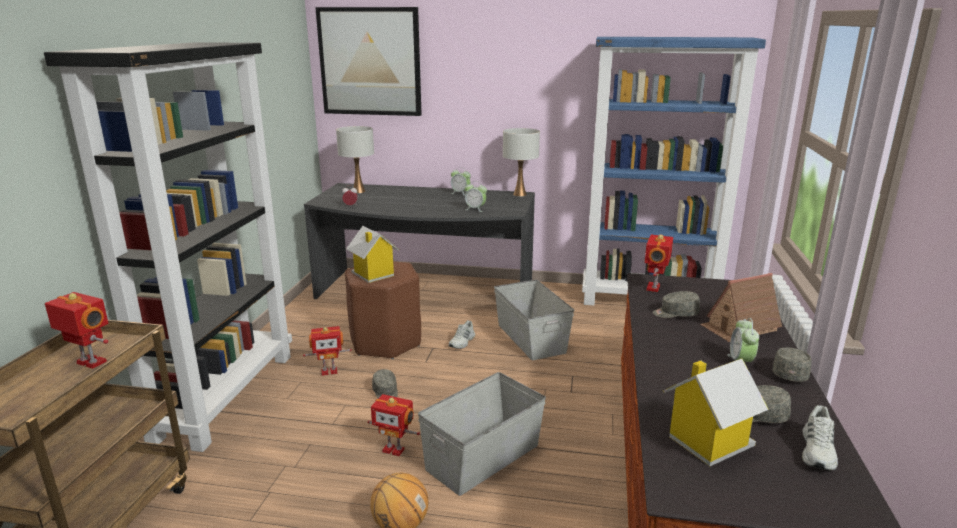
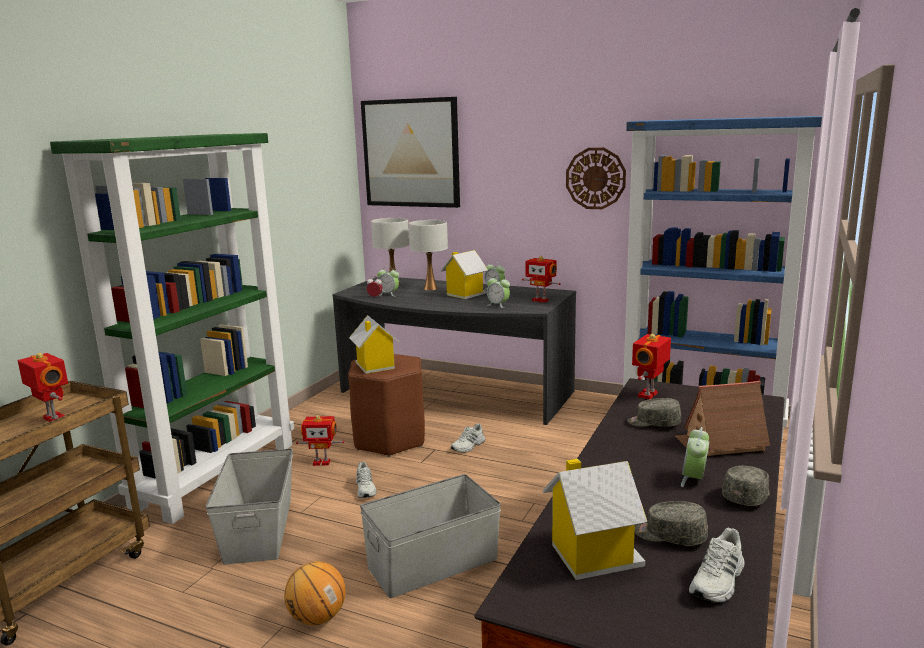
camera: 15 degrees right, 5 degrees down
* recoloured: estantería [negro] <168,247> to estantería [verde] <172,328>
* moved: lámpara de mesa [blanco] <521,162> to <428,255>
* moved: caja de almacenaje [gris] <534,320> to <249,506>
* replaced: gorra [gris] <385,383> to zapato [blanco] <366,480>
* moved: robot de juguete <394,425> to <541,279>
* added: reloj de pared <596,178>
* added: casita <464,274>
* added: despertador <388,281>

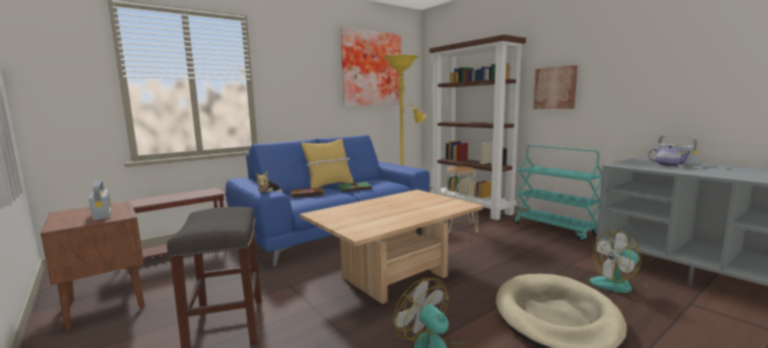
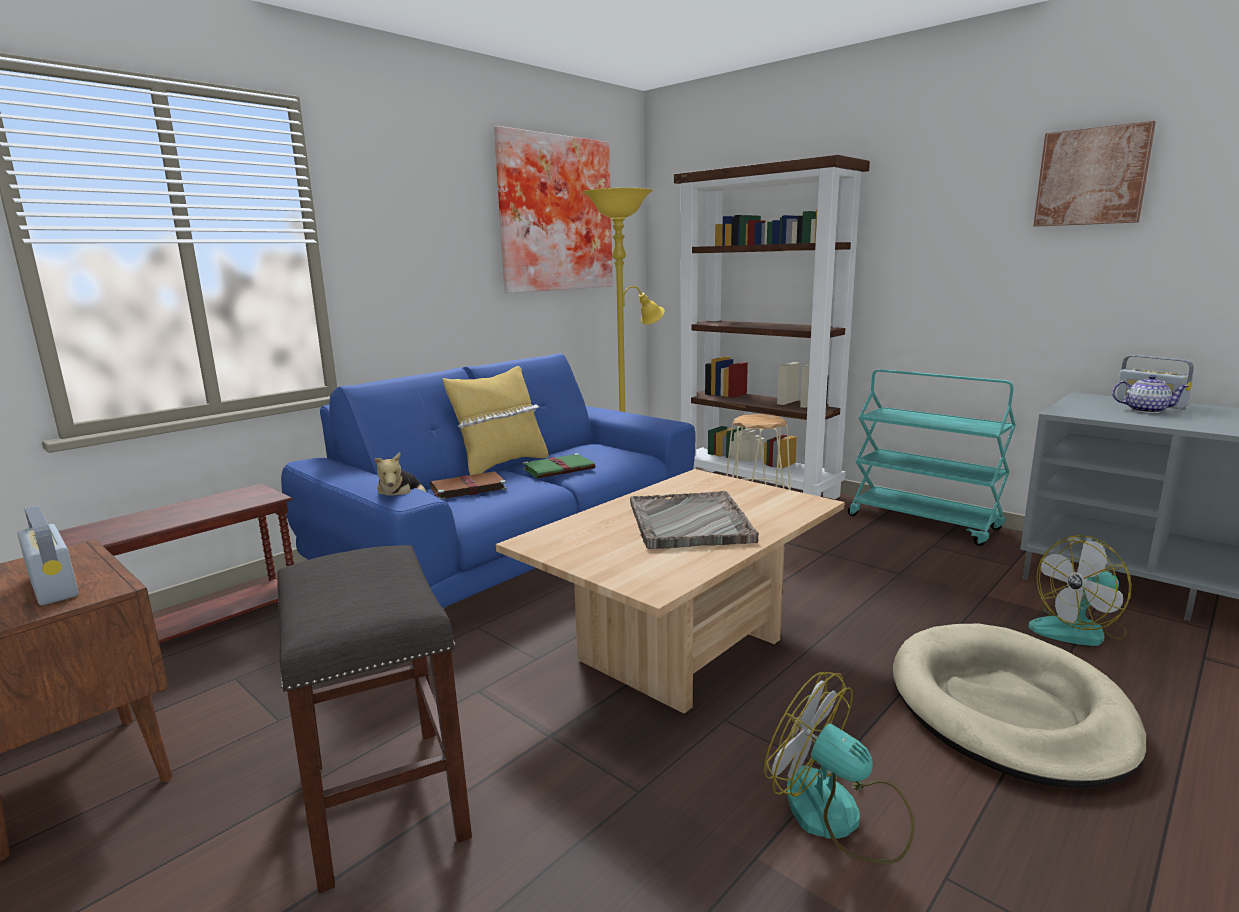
camera: 10 degrees left, 5 degrees up
* moved: cuadro <555,87> to <1094,174>
* added: bandeja [gris] <694,520>

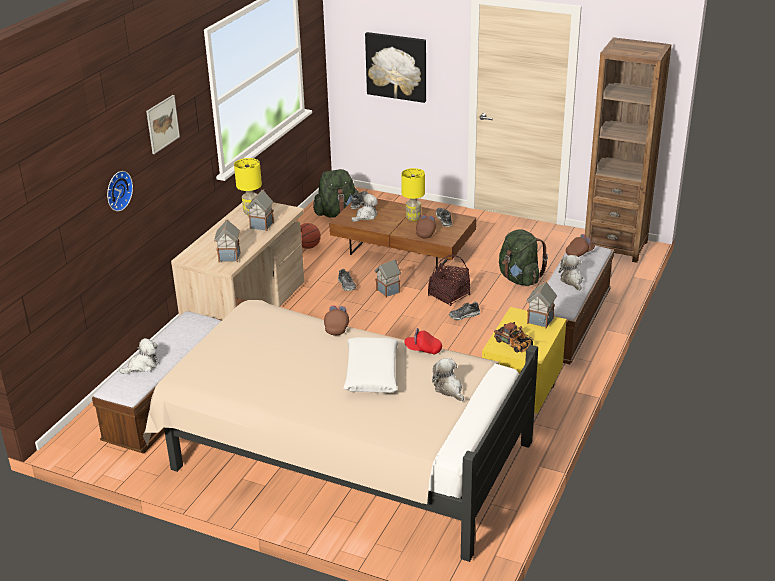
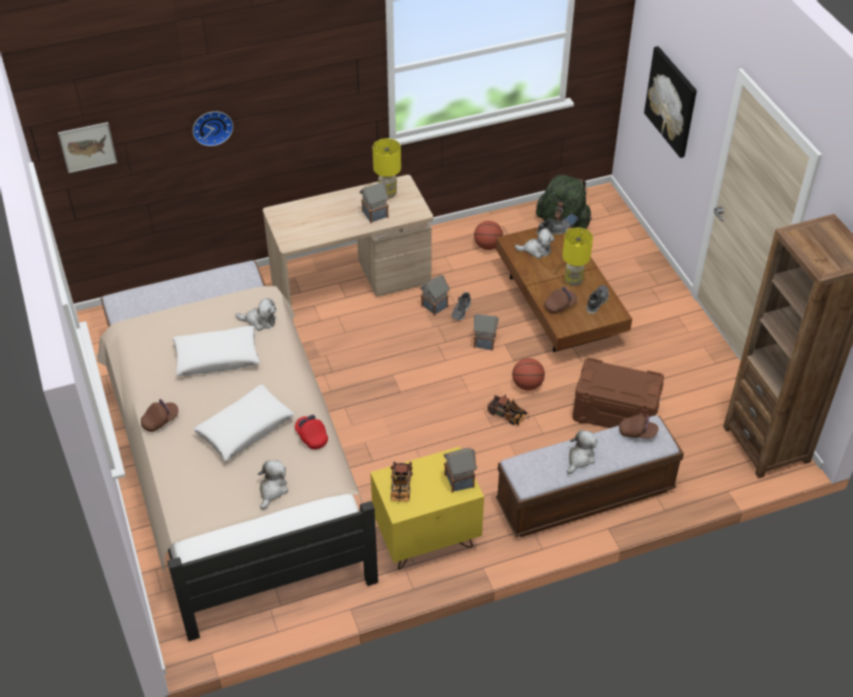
camera: 45 degrees right, 15 degrees up
* moved: cuadro <163,124> to <87,147>
* moved: casita <227,241> to <435,295>
* replaced: mochila [verde] <523,257> to caja de almacenaje [marrón] <618,393>
* replaced: cesta <449,280> to balón de baloncesto <528,374>
* replaced: zapato <464,311> to camión de juguete <508,409>
* moved: gorra [marrón] <336,320> to <159,415>
* moved: peluche <139,356> to <255,314>
* added: cojín [blanco] <216,351>

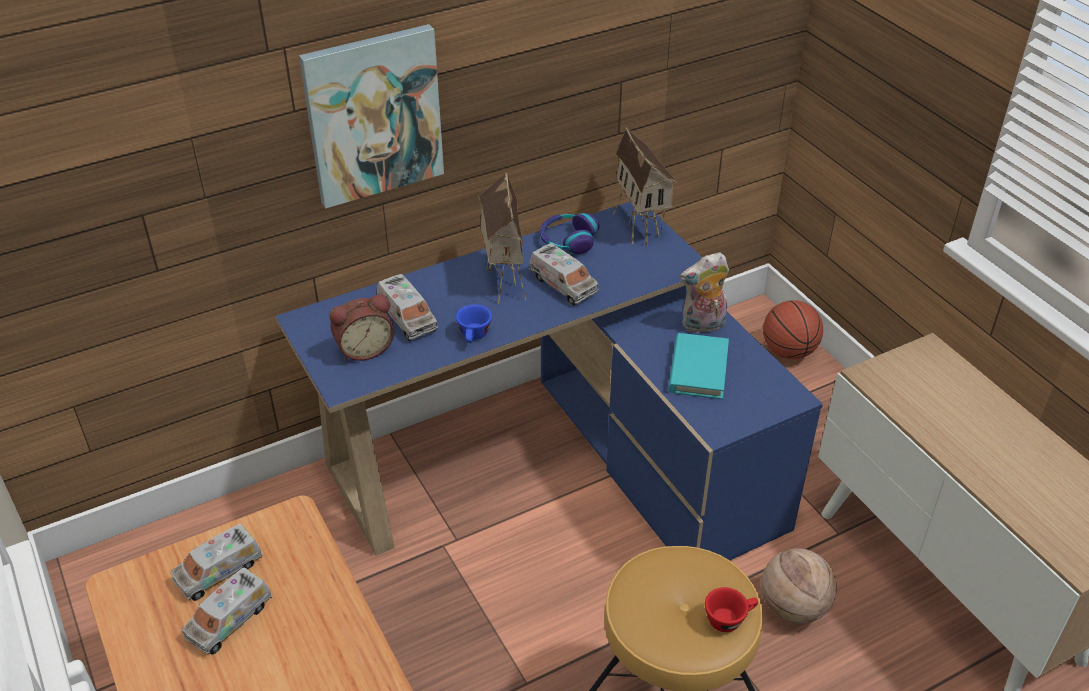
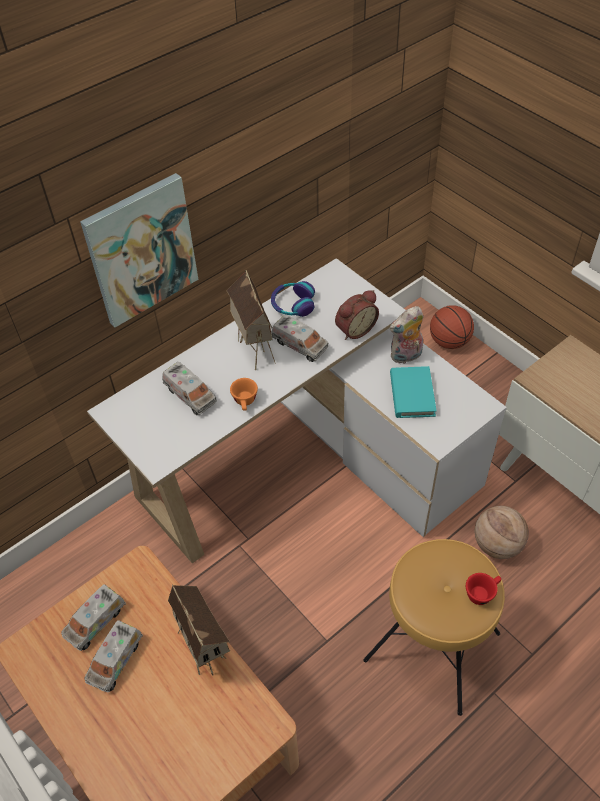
camera: 10 degrees left, 10 degrees up
* moved: casita <645,186> to <199,629>
* recoloured: escritorio [azul] <549,381> to escritorio [blanco] <297,410>
* moved: despertador <362,327> to <357,315>
* recoloured: taza [azul] <474,323> to taza [naranja] <244,394>

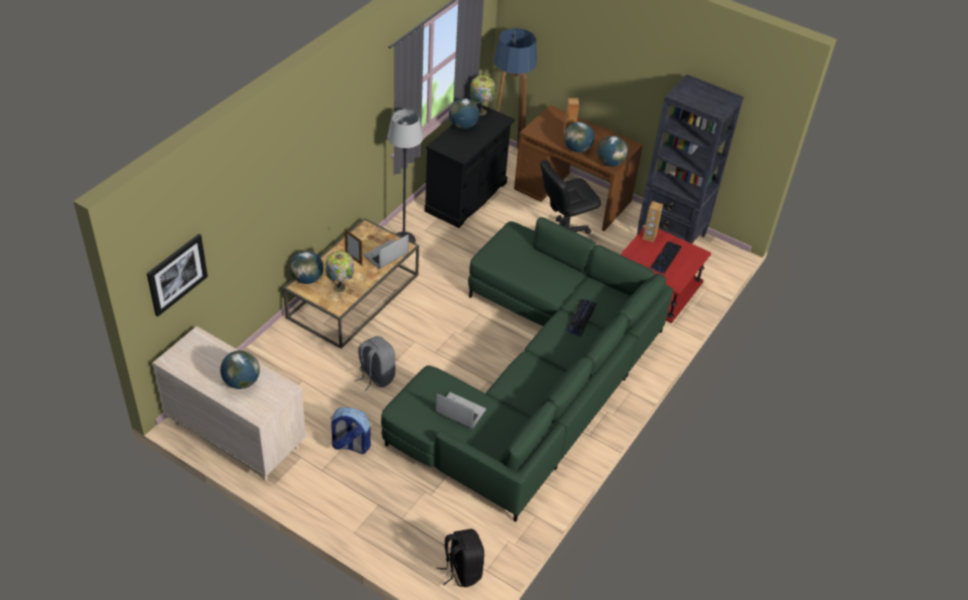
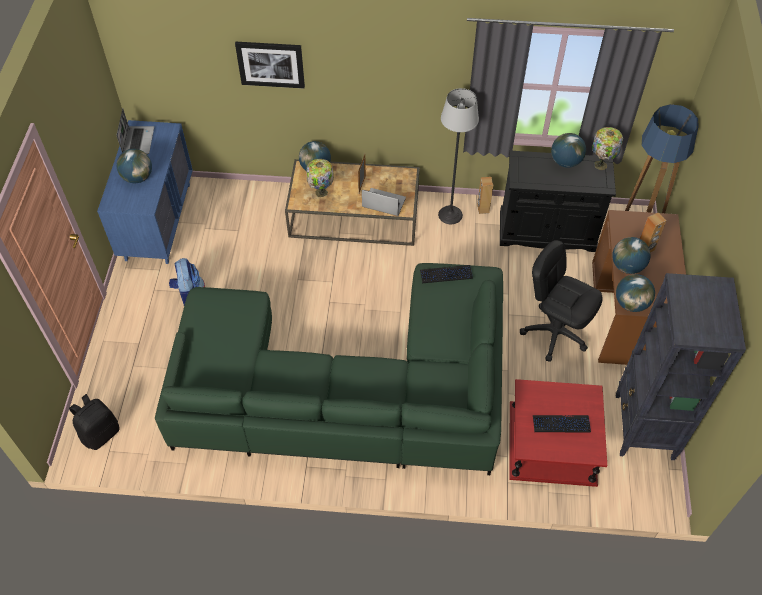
camera: 65 degrees right, 10 degrees up
* moved: altavoz [marrón] <653,221> to <485,195>
* moved: cuadro <177,275> to <270,65>
* moved: teclado <581,318> to <446,274>
* recoloured: cómoda [beis] <229,403> to cómoda [azul] <145,192>
* removed: mochila [gris] <375,363>
* moved: portátil <460,410> to <135,131>

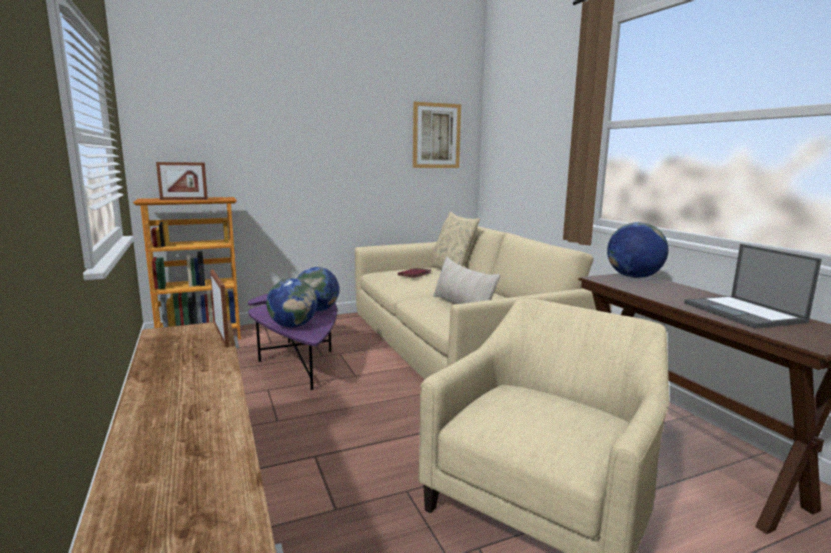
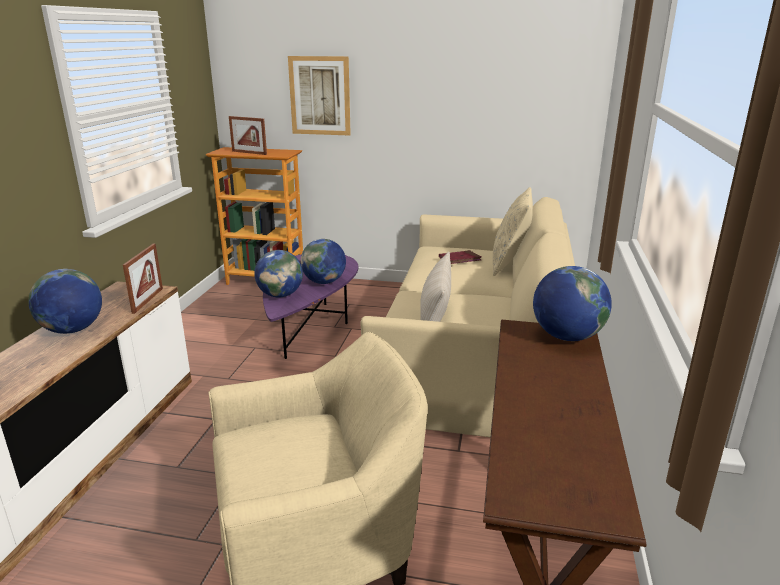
camera: 35 degrees right, 10 degrees up
* moved: cuadro <437,135> to <319,96>
* removed: portátil <753,286>
* added: globo terráqueo <65,301>

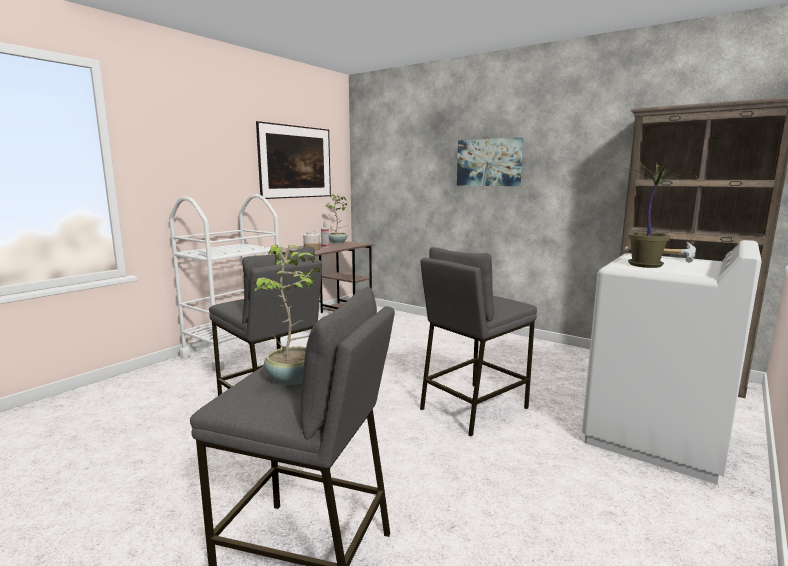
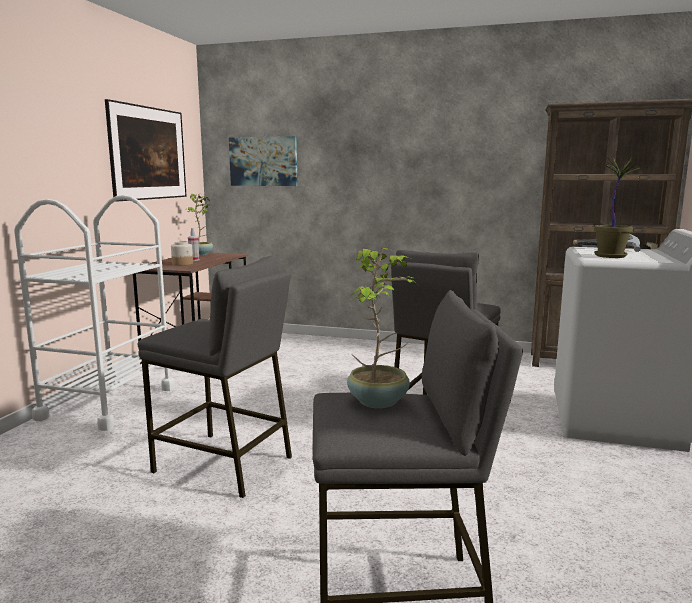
camera: 20 degrees left, 0 degrees up
* moved: cuadro <490,161> to <263,161>

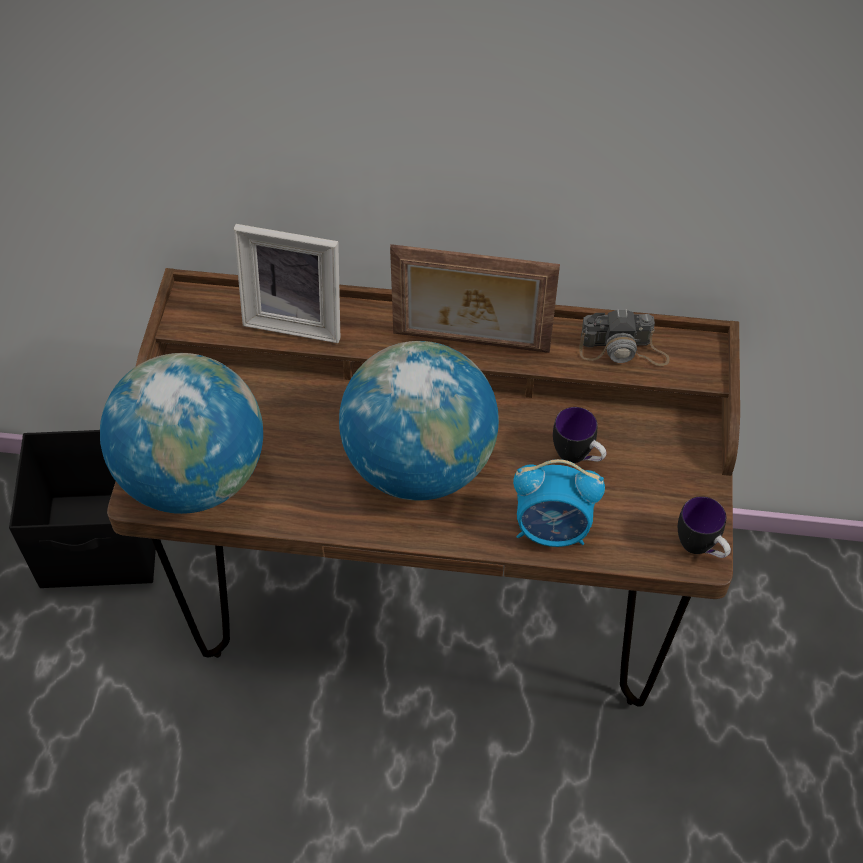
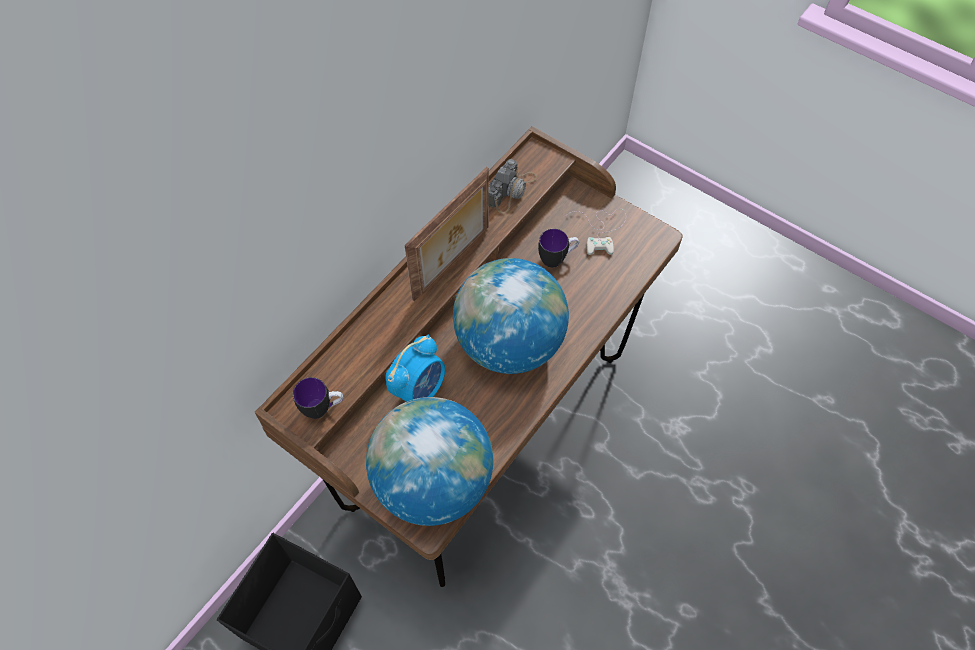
camera: 60 degrees left, 5 degrees up
* removed: portarretratos <287,283>
* moved: despertador <559,503> to <415,368>
* moved: taza grande <704,527> to <318,398>
* added: mando de consola [blanco] <596,232>

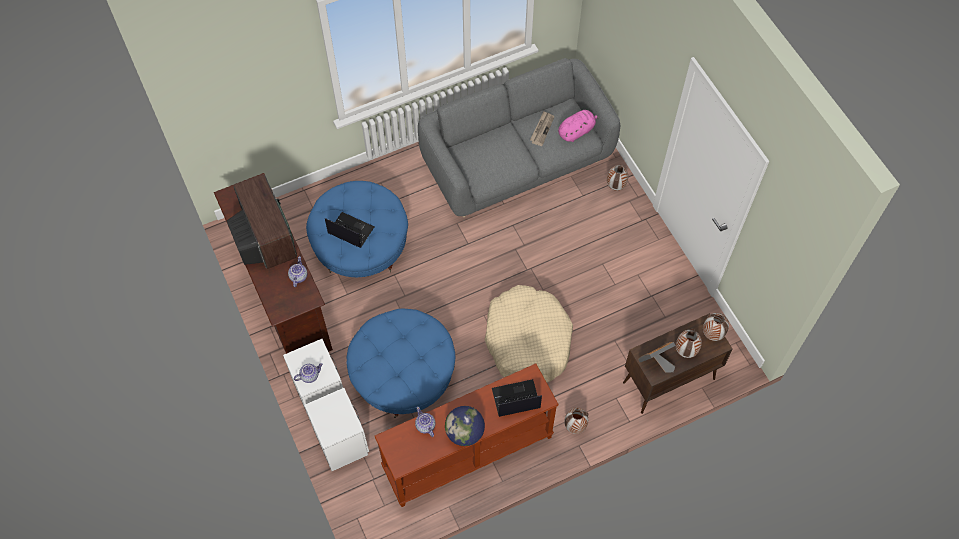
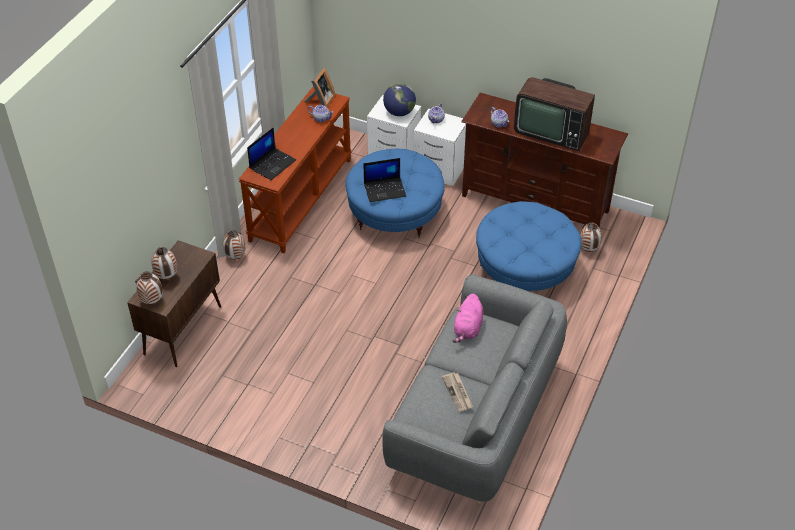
camera: 140 degrees right, 15 degrees down
* moved: peluche [rosa] <578,126> to <468,318>
* moved: florero <617,178> to <591,237>
* moved: portátil <349,230> to <385,180>
* removed: cama para perro [beis] <529,333>
* moved: portarretratos <657,357> to <320,87>
* moved: globo terráqueo <465,426> to <399,99>

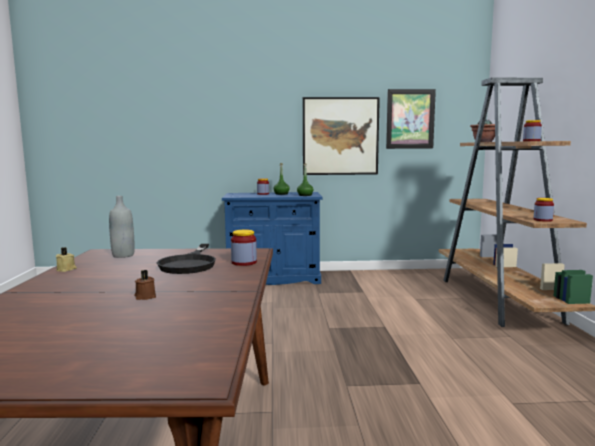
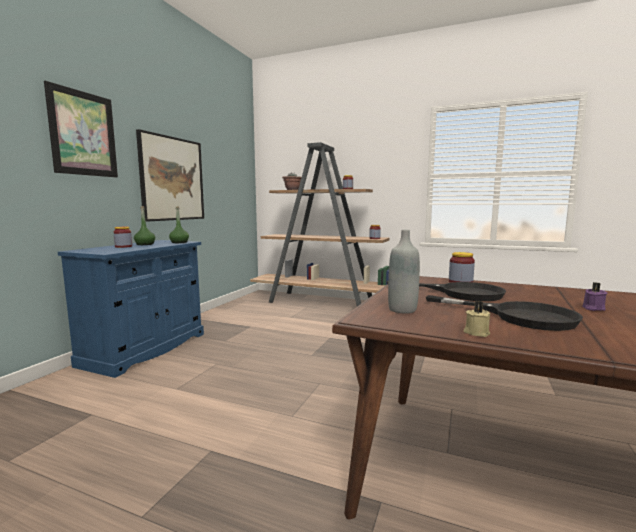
camera: 65 degrees left, 0 degrees up
* moved: cuadro <411,119> to <81,129>
* recoloured: vela [marrón] <145,285> to vela [morado] <594,296>
* added: sartén [negro] <504,313>

